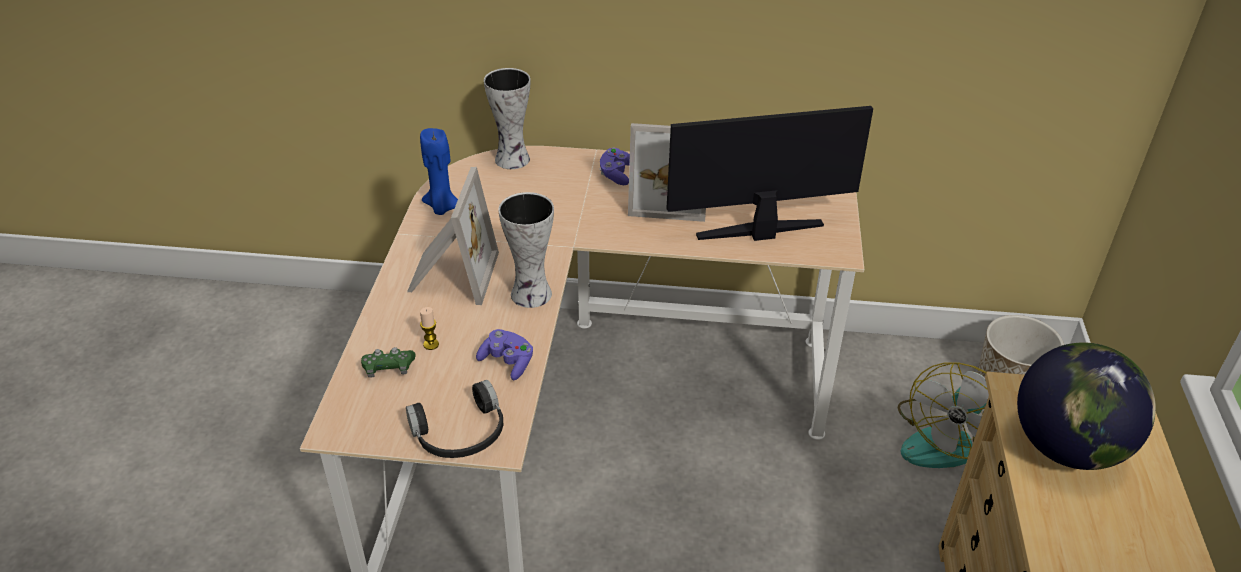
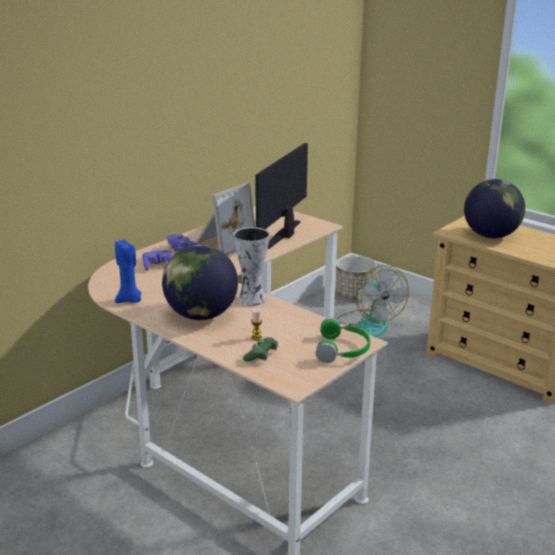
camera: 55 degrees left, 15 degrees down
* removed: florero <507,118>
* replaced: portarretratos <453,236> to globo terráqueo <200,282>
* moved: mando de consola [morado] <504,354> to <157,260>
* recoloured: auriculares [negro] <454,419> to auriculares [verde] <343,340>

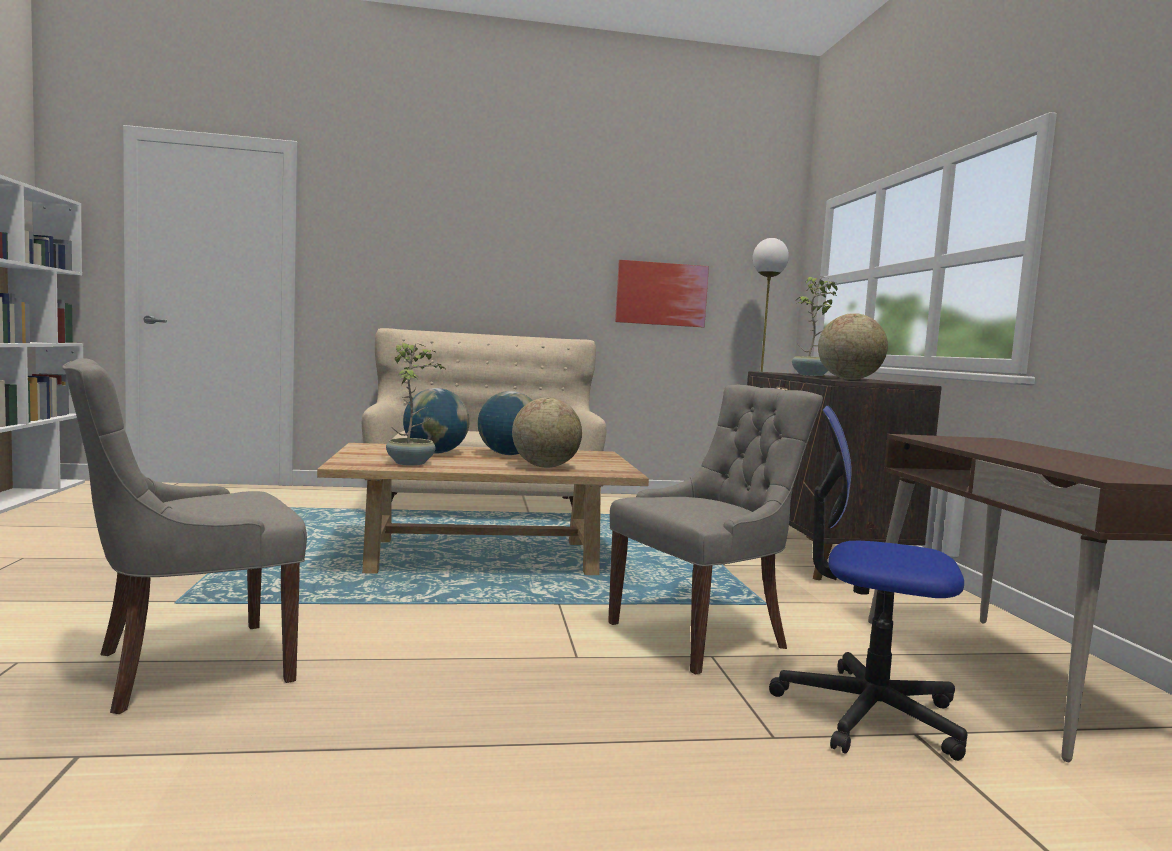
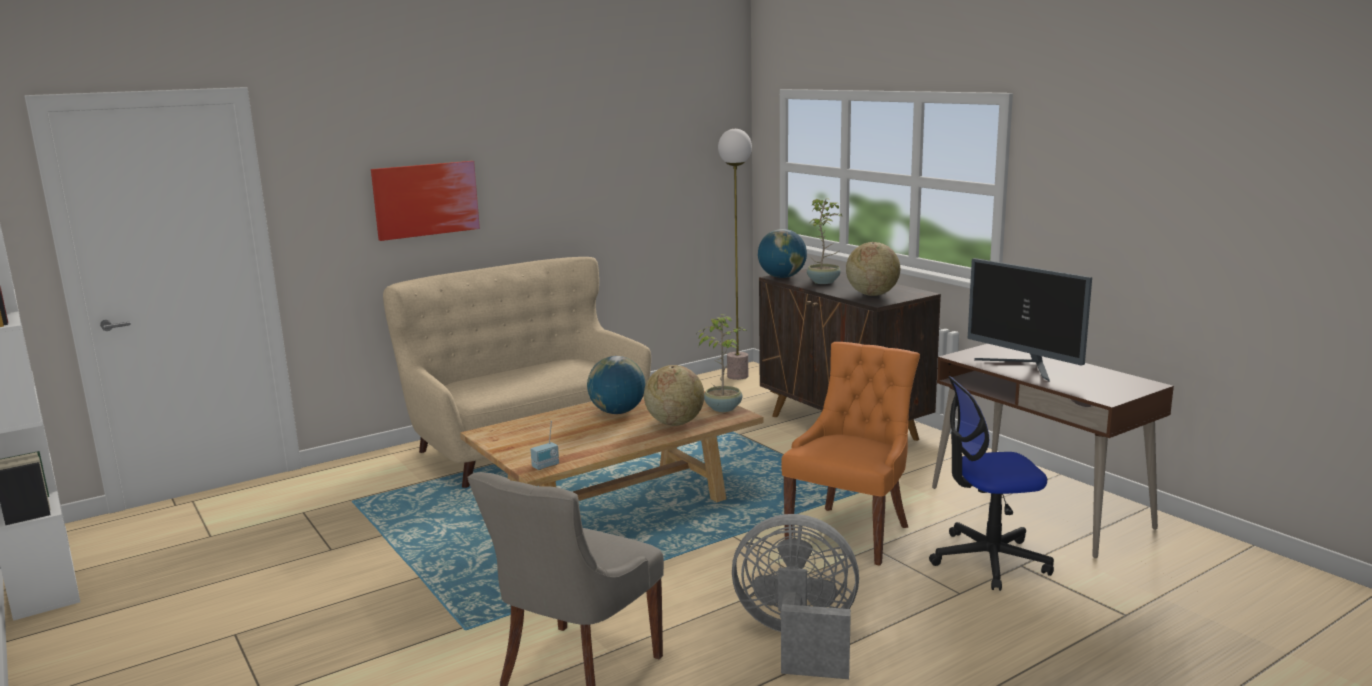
camera: 25 degrees left, 10 degrees up
* moved: cuadro <662,293> to <425,201>
* moved: planta en maceta <415,404> to <722,363>
* recoloured: silla [gris] <715,529> to silla [naranja] <850,454>
* moved: globo terráqueo <436,421> to <782,253>
* added: monitor <1030,319>
* added: radio <545,445>
* added: ventilador [gris] <795,596>

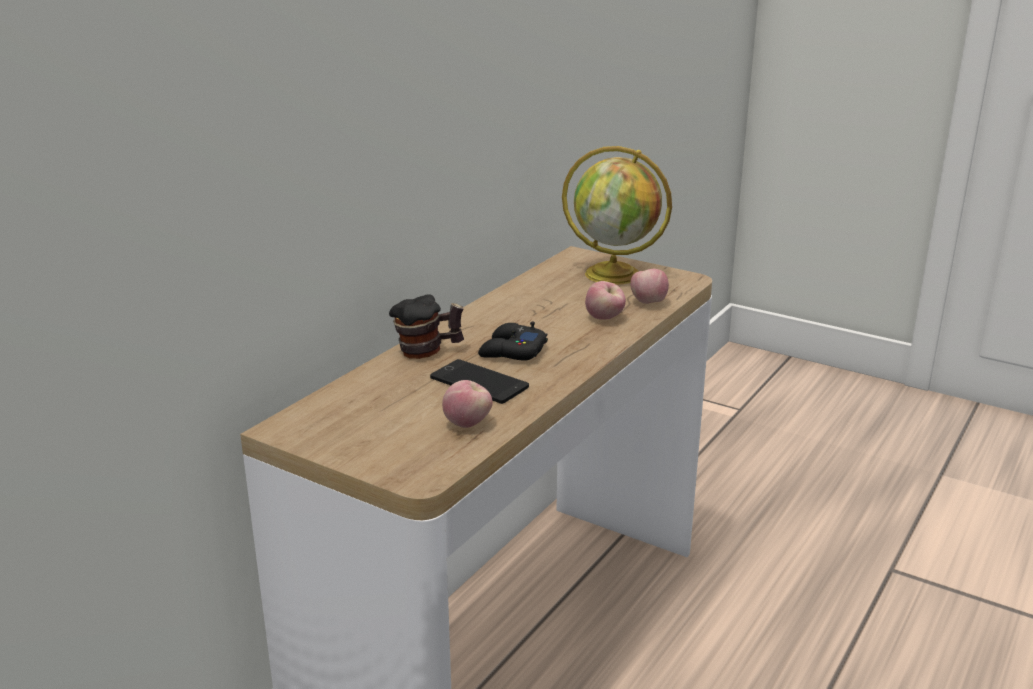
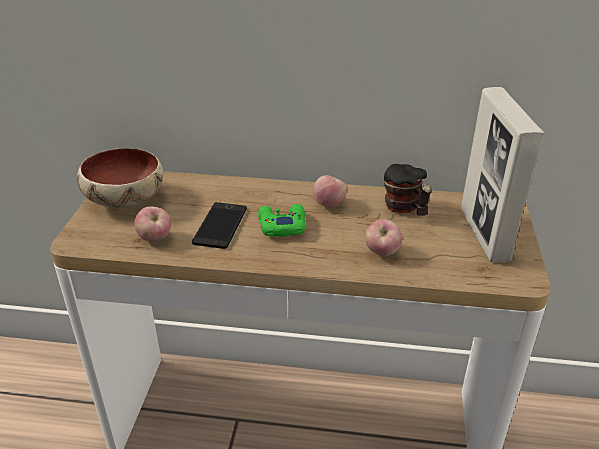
camera: 65 degrees right, 10 degrees up
* replaced: globo terráqueo <617,215> to portarretratos <502,175>
* moved: manzana <649,286> to <330,191>
* moved: taza grande <426,326> to <408,190>
* recoloured: mando de consola [negro] <513,341> to mando de consola [verde] <282,220>
* added: cuenco <120,178>

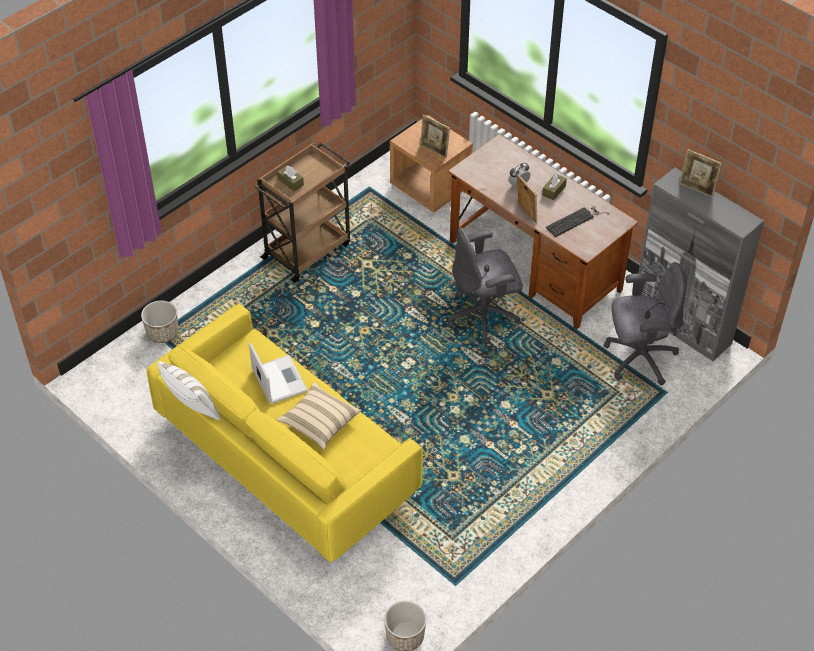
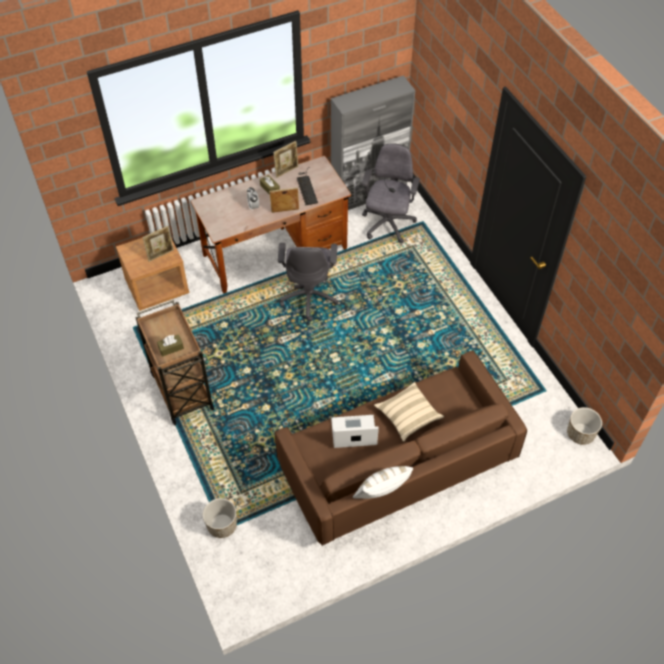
camera: 70 degrees left, 5 degrees up
* moved: portarretratos <700,173> to <285,159>
* recoloured: sofá [amarillo] <285,433> to sofá [marrón] <401,448>

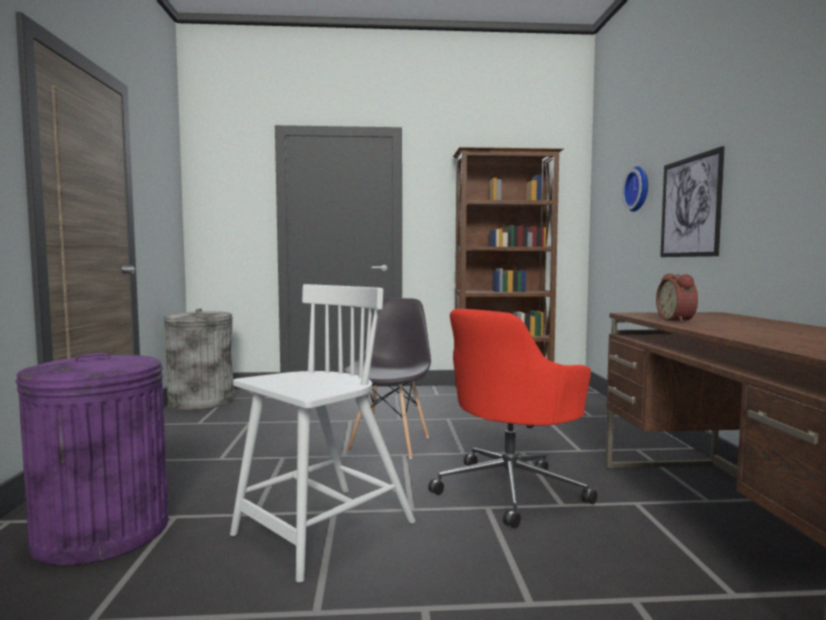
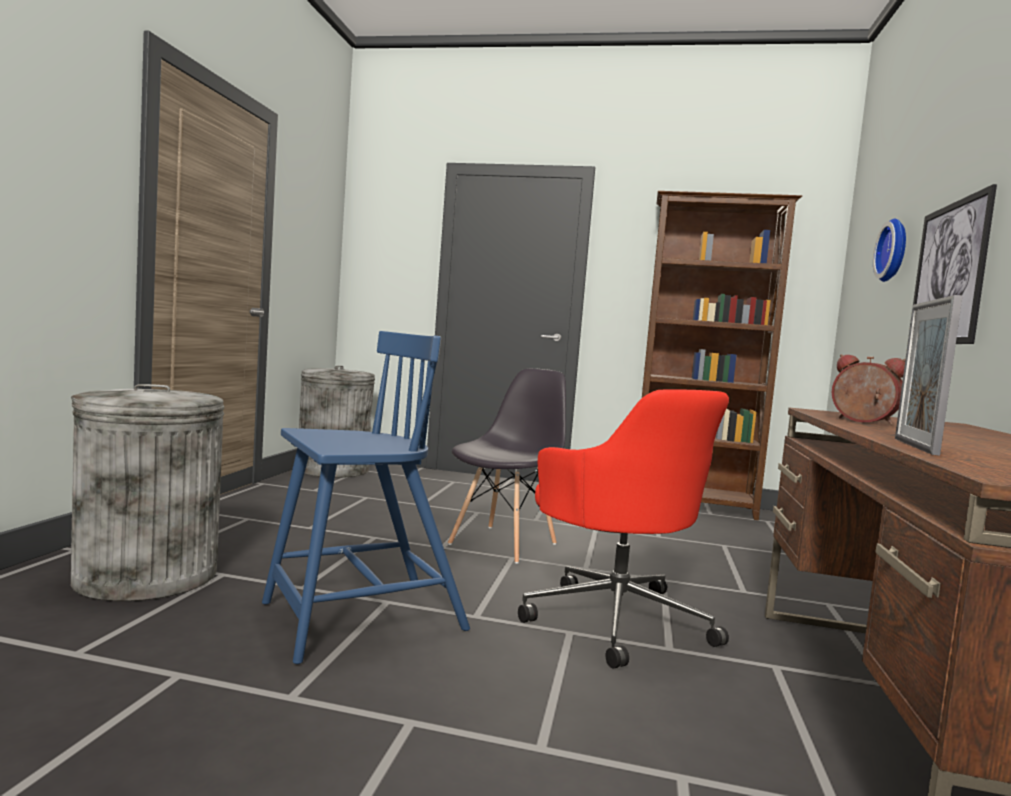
camera: 15 degrees right, 0 degrees up
* turned: despertador <677,298> = <868,389> 120 degrees clockwise
* recoloured: silla [blanco] <322,433> to silla [azul] <366,497>
* turned: silla de oficina [rojo] <512,418> = <623,529> 90 degrees counterclockwise
* recoloured: papelera [morado] <92,459> to papelera [gris] <147,492>
* added: portarretratos <928,375>

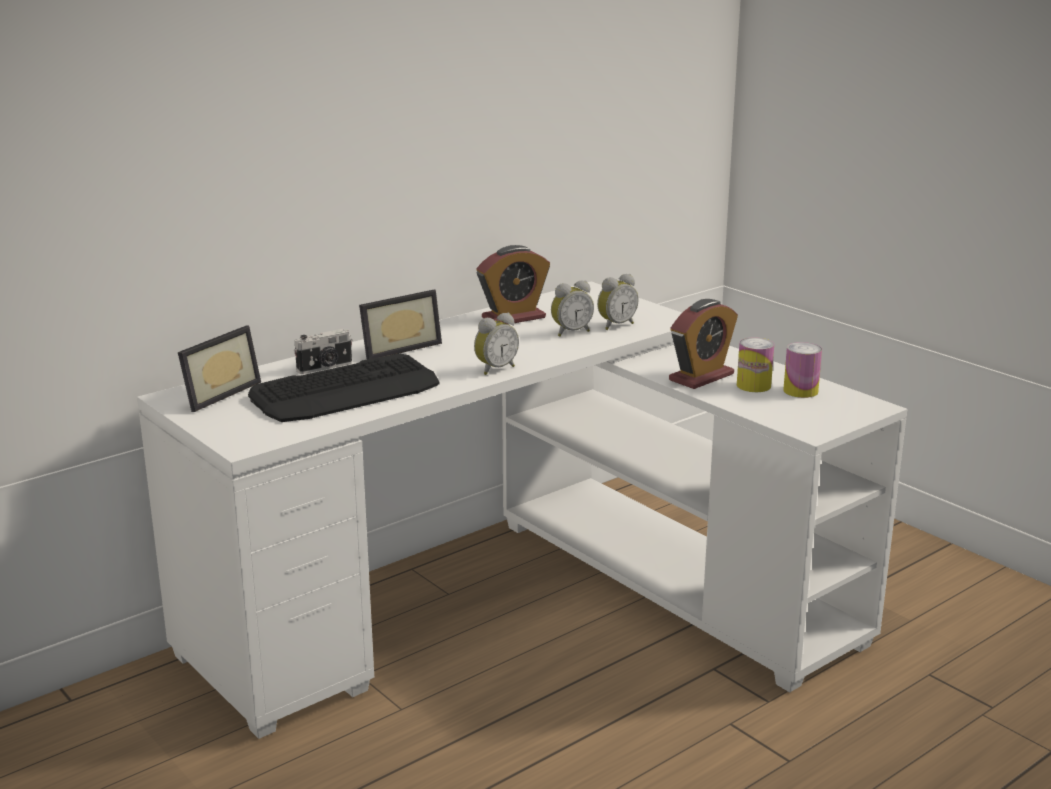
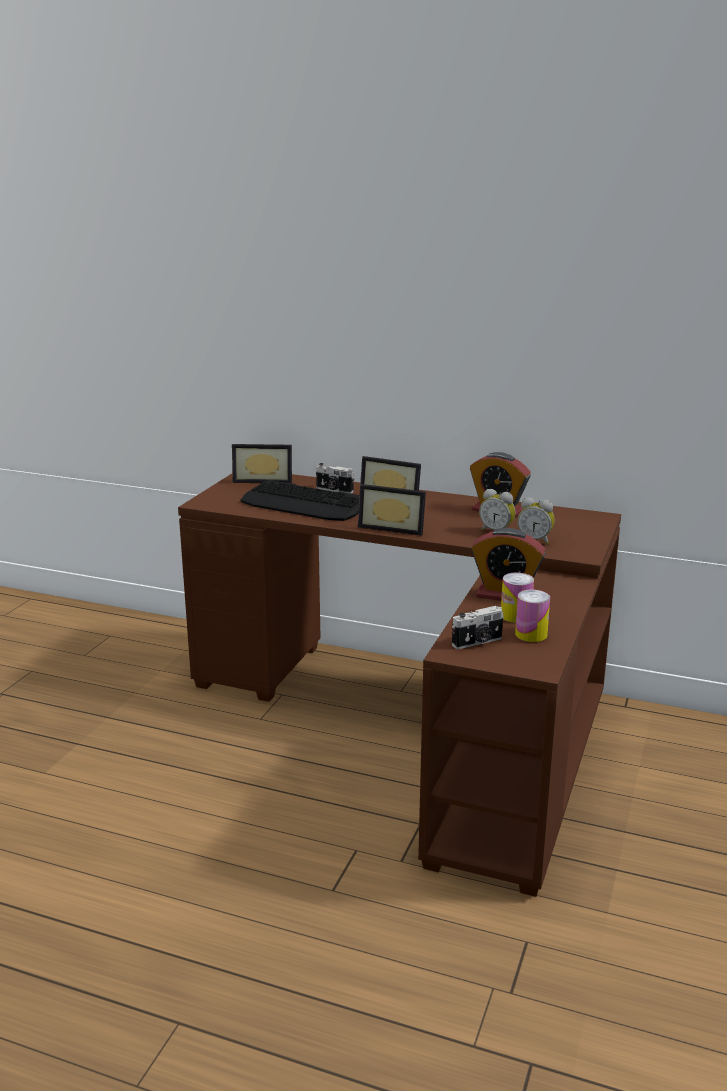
camera: 60 degrees right, 0 degrees up
* recoloured: escritorio [blanco] <522,510> to escritorio [marrón] <399,685>
* replaced: despertador <496,344> to portarretratos <392,510>
* added: cámara <478,627>

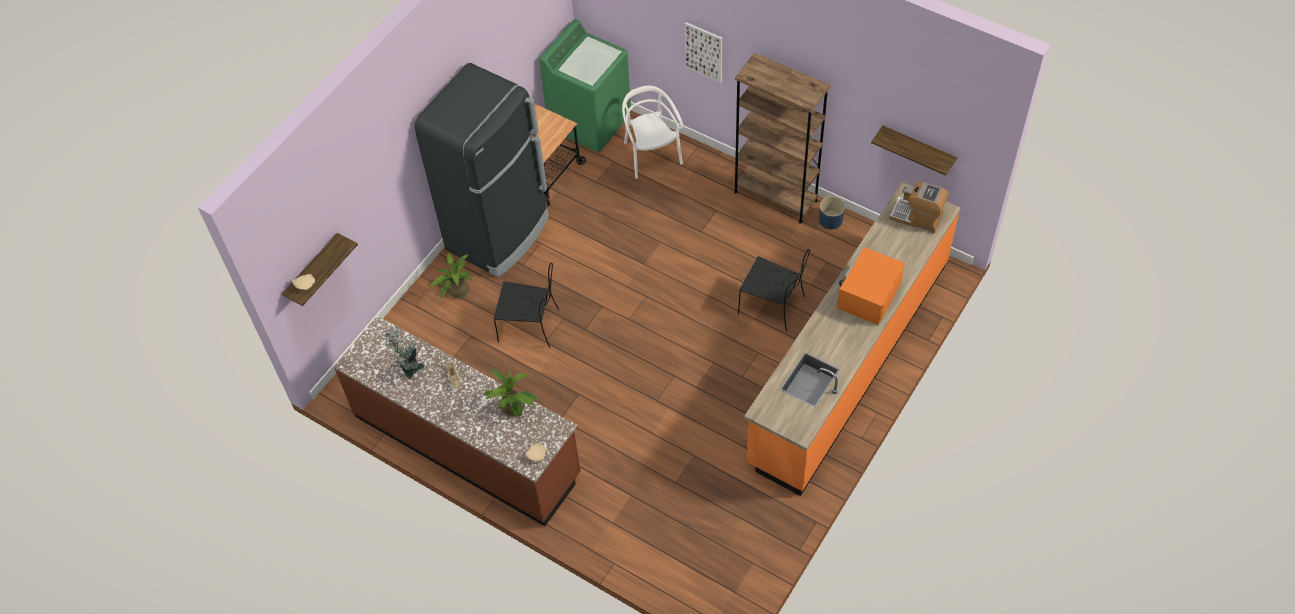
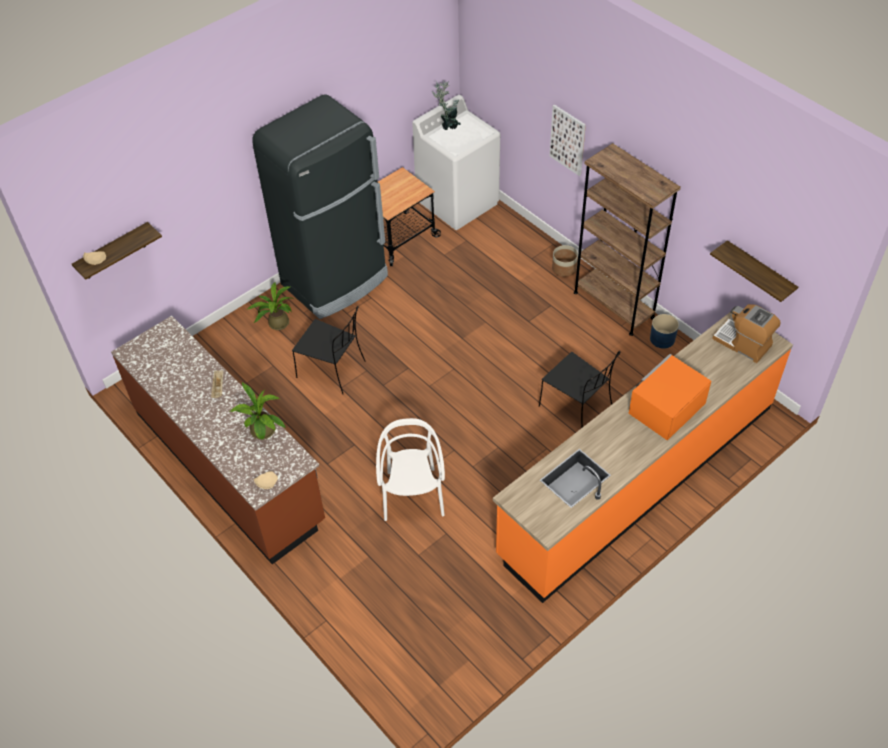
camera: 15 degrees right, 5 degrees down
* recoloured: lavadora [verde] <585,86> to lavadora [blanco] <456,162>
* moved: silla [blanco] <652,132> to <410,469>
* moved: planta en maceta <403,352> to <446,105>
* added: maceta <565,261>

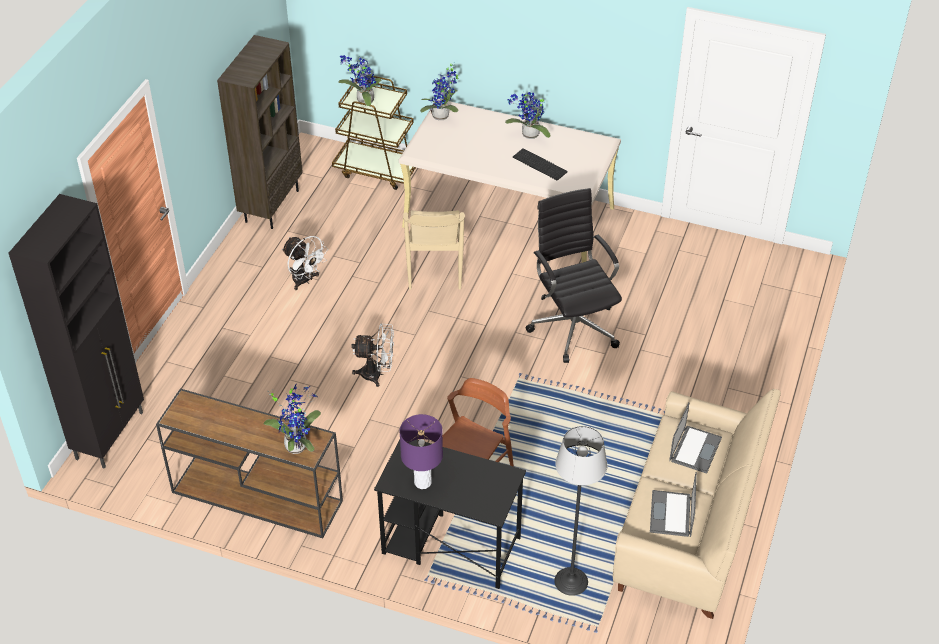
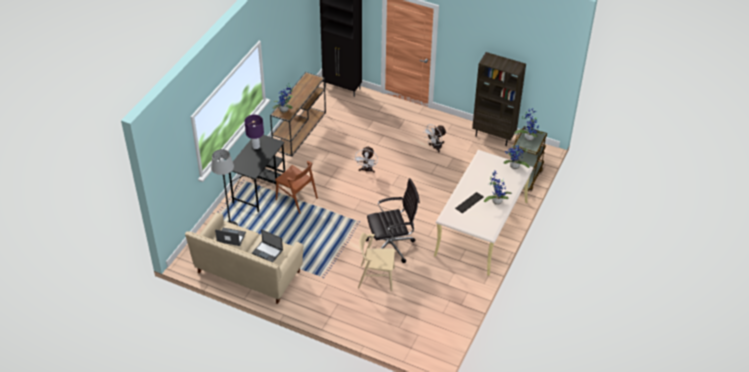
camera: 95 degrees right, 0 degrees up
* moved: silla [beis] <434,250> to <376,262>

